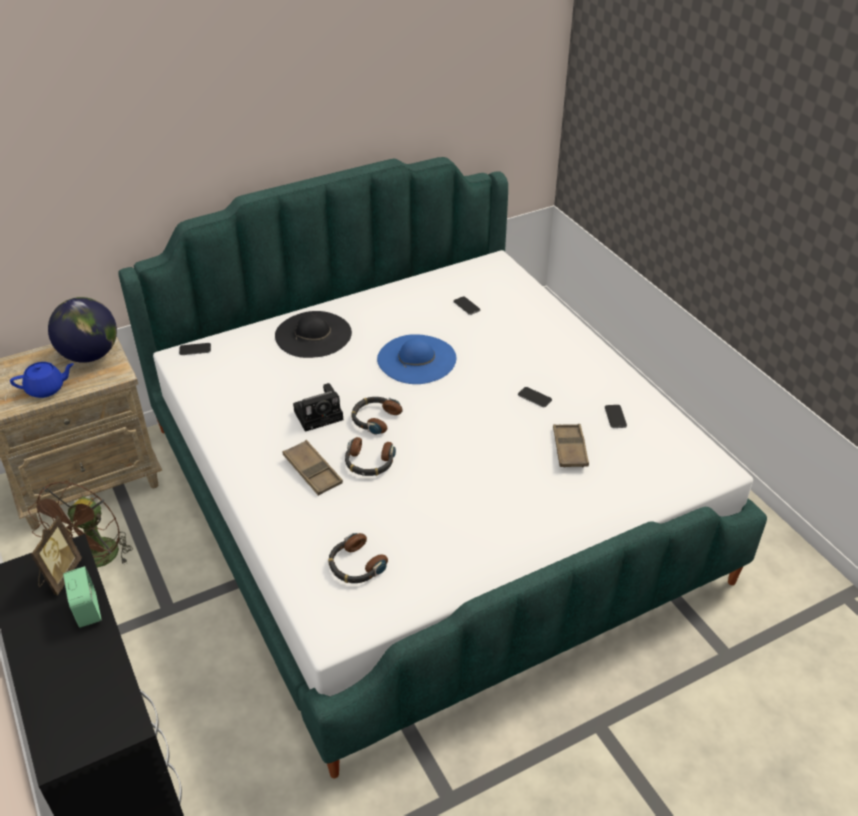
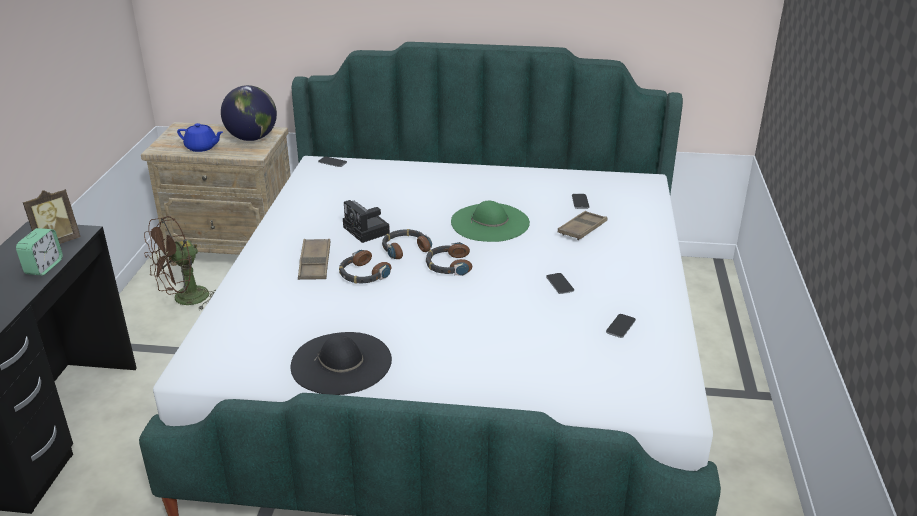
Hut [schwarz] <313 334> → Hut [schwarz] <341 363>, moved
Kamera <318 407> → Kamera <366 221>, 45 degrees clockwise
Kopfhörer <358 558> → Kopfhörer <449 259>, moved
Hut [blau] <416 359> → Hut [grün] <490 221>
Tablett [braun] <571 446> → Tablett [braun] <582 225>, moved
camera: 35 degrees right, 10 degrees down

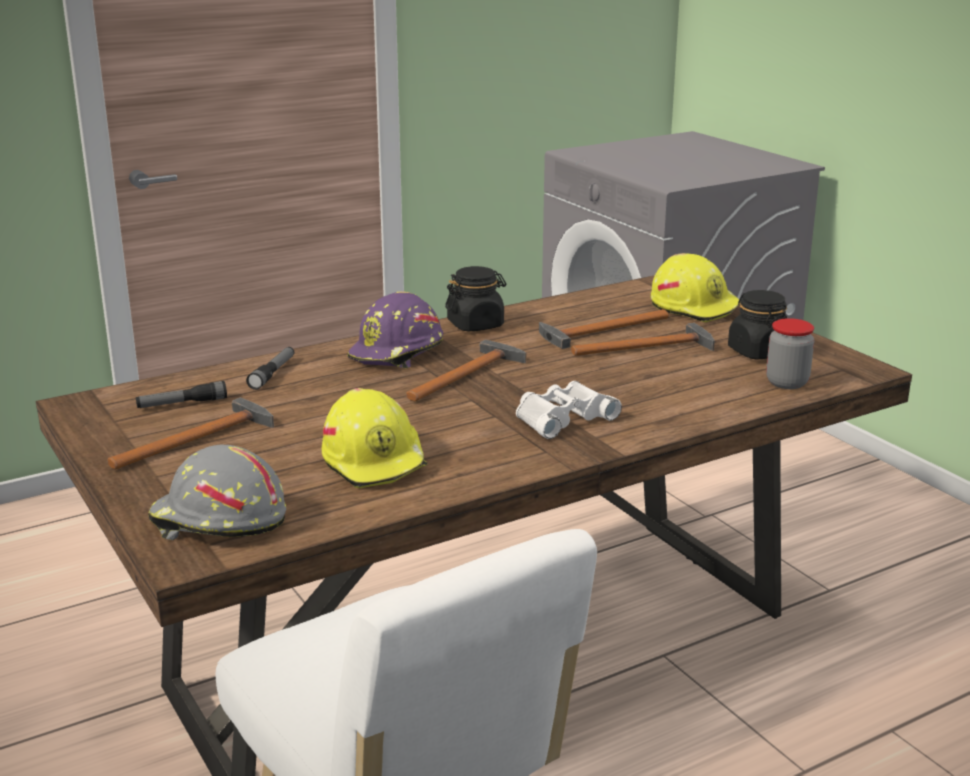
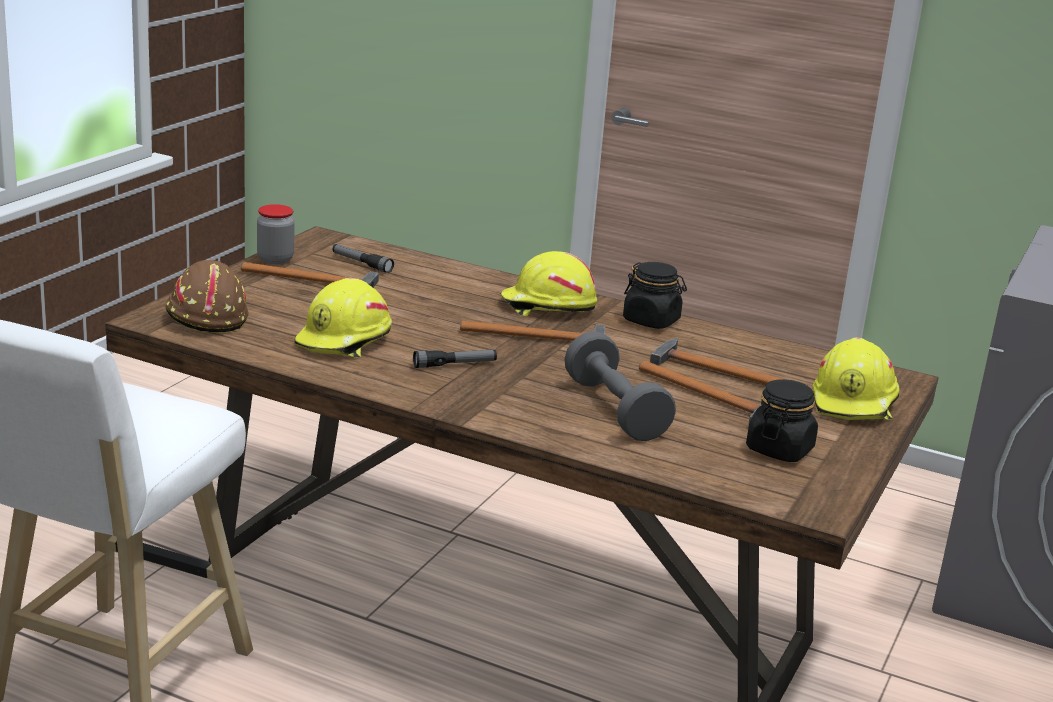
Schutzhelm [grau] <217 492> → Schutzhelm [braun] <207 296>
Taschenlampe <270 368> → Taschenlampe <455 359>, moved
Schutzhelm [lila] <395 330> → Schutzhelm [gelb] <548 283>
Fernglas [weiß] <569 410> → -
Vorratsglas <790 353> → Vorratsglas <276 234>, moved
- → Hantel [grau] <620 386>
camera: 55 degrees right, 0 degrees up

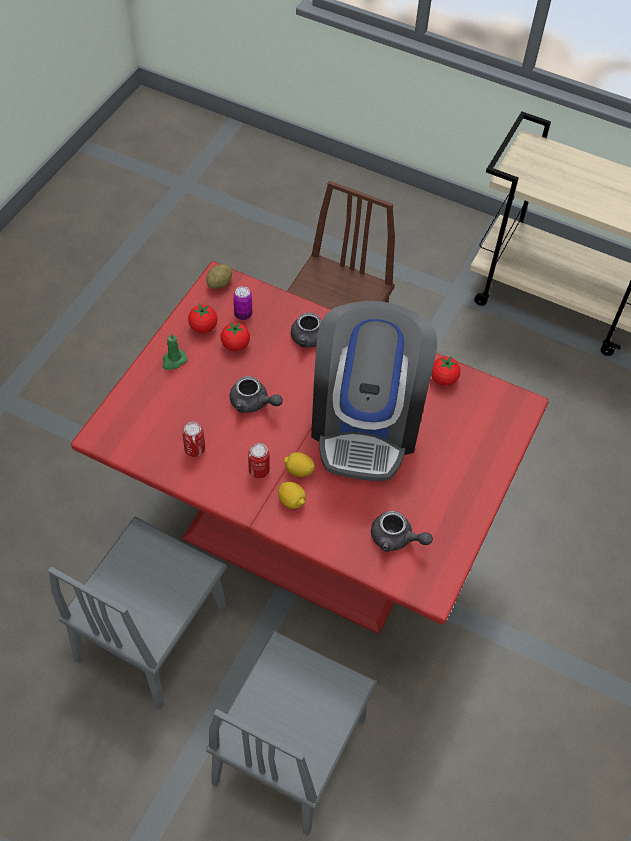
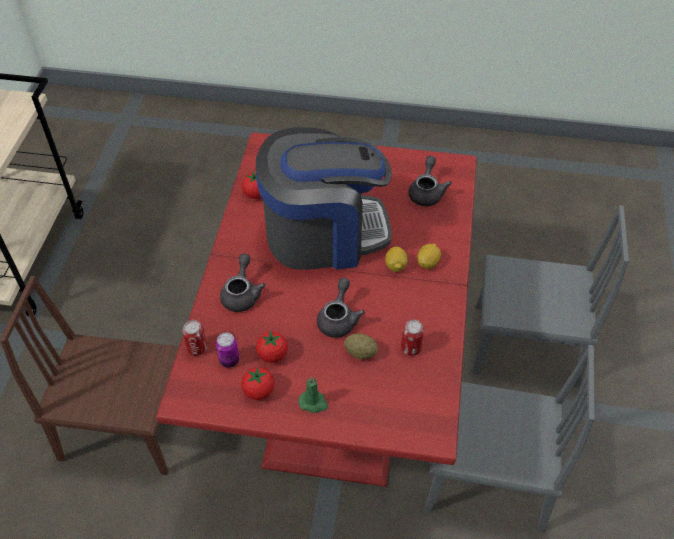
Kartoffel <219 276> → Kartoffel <361 346>, moved
Dose <259 460> → Dose <195 338>, moved
camera: 105 degrees left, 5 degrees down

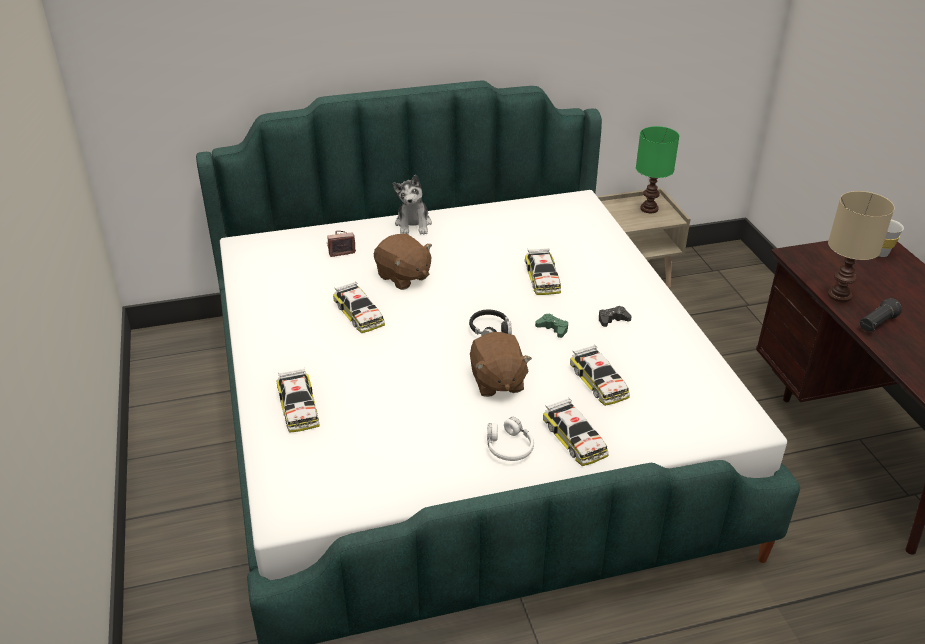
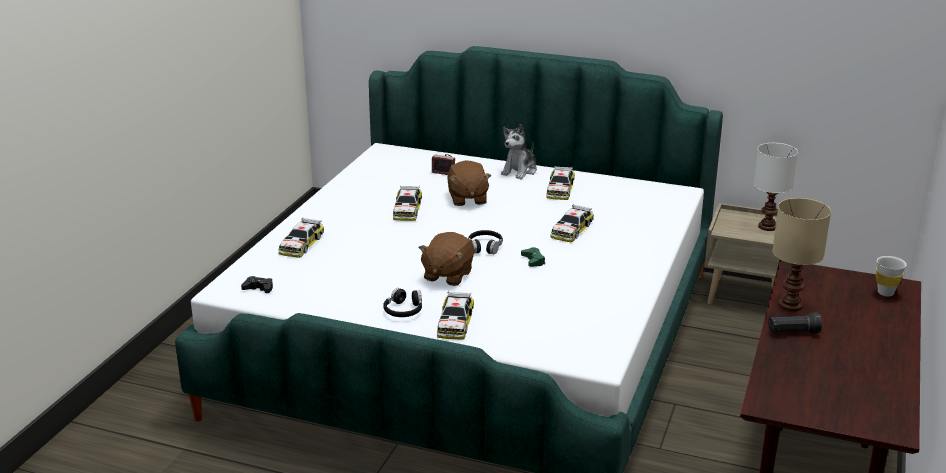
Kopfhörer [weiß] <510 439> → Kopfhörer [schwarz] <402 302>
Spielzeugauto <600 375> → Spielzeugauto <560 183>, moved
Gamepad [schwarz] <615 316> → Gamepad [schwarz] <257 284>, moved
Tischlampe [grün] <658 169> → Tischlampe [weiß] <775 187>
camera: 35 degrees right, 10 degrees down

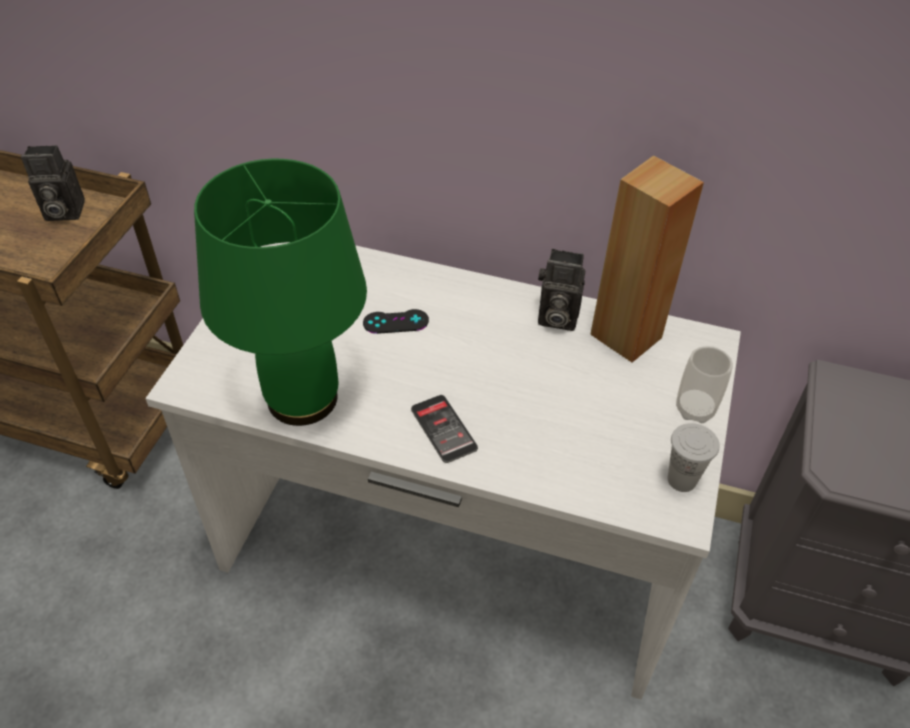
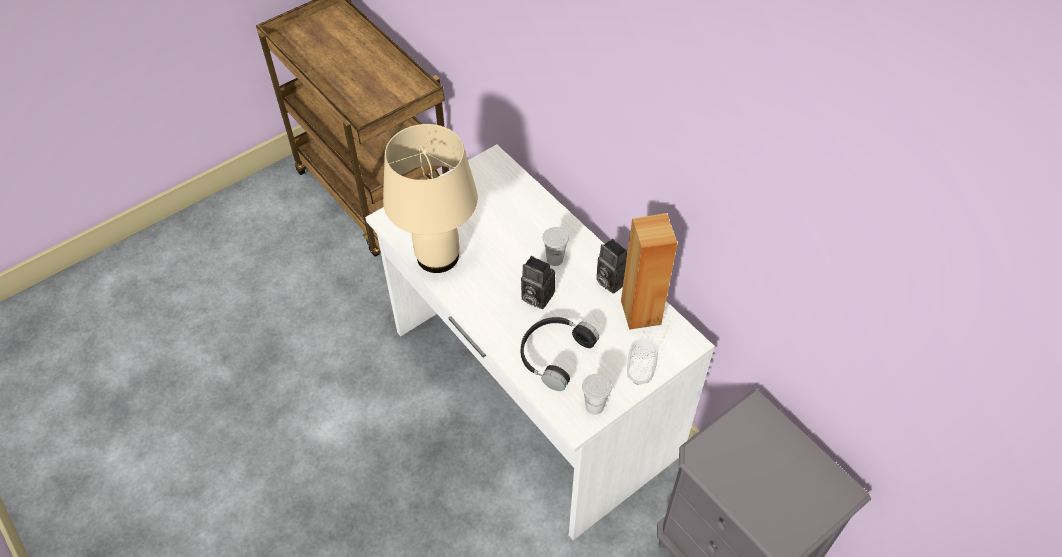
Kamera <53 183> → Kamera <538 282>, moved
Tischlampe [grün] <280 292> → Tischlampe [beige] <430 198>
Gamepad [schwarz] <396 321> → -
Handy <444 429> → -
- → Kopfhörer [schwarz] <560 354>
- → Tasse [weiß] <556 246>
camera: 35 degrees right, 5 degrees up

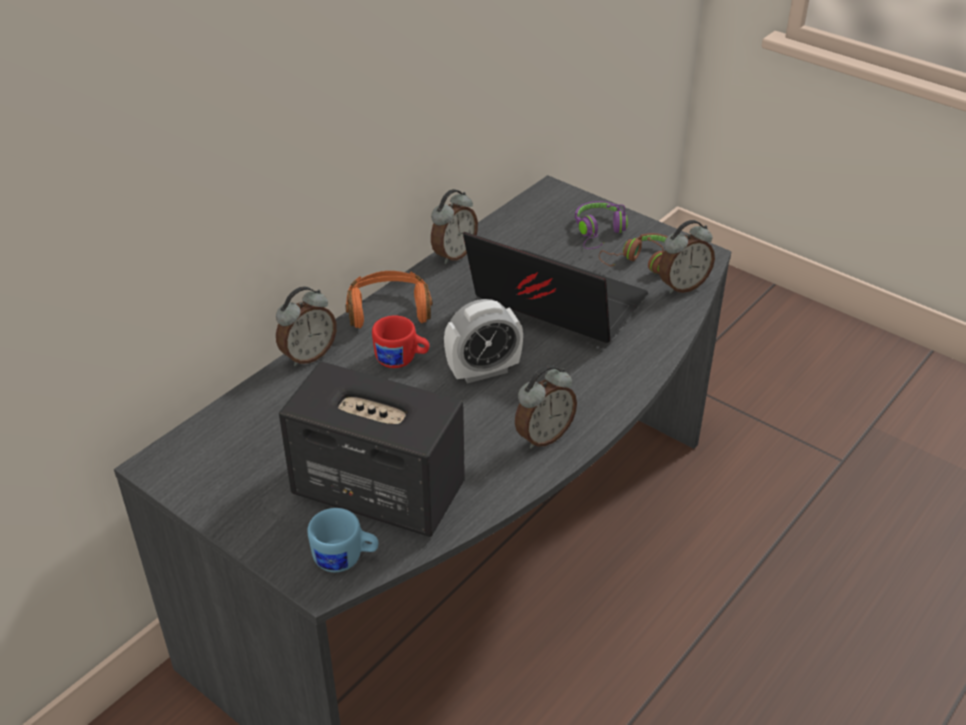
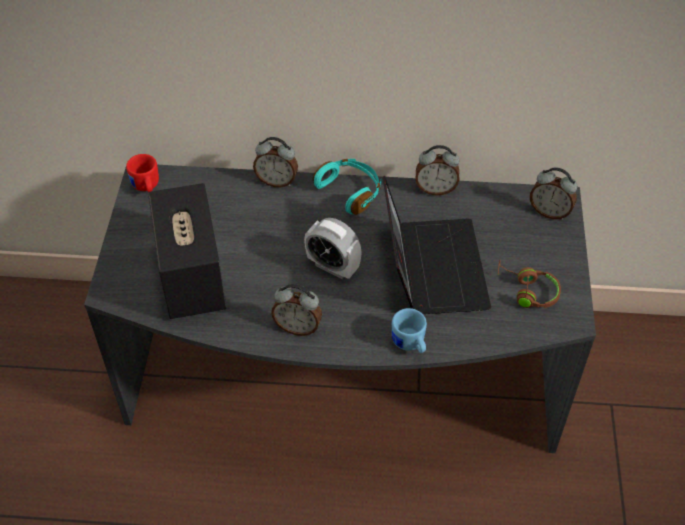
Henkelbecher [blau] <342 540> → Henkelbecher [blau] <409 330>, moved
Kopfhörer [orange] <389 300> → Kopfhörer [türkis] <347 187>
Henkelbecher [rot] <400 342> → Henkelbecher [rot] <142 173>, moved
Kopfhörer [lila] <601 225> → -
Wecker <687 257> → Wecker <554 193>, moved
camera: 55 degrees right, 10 degrees up

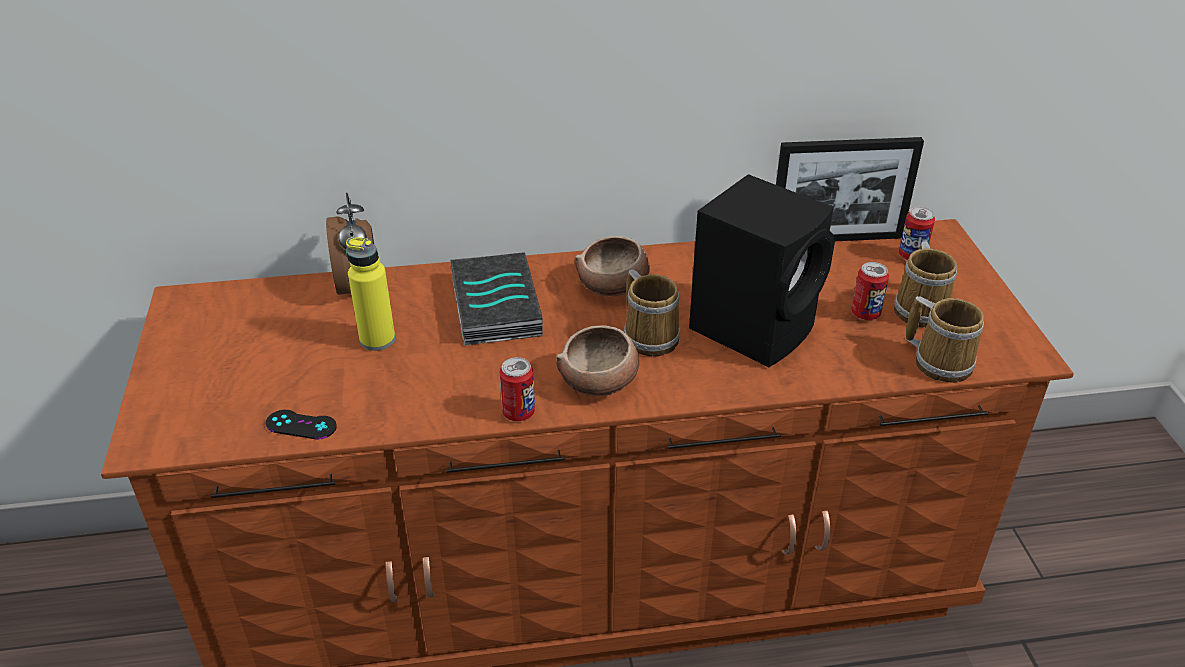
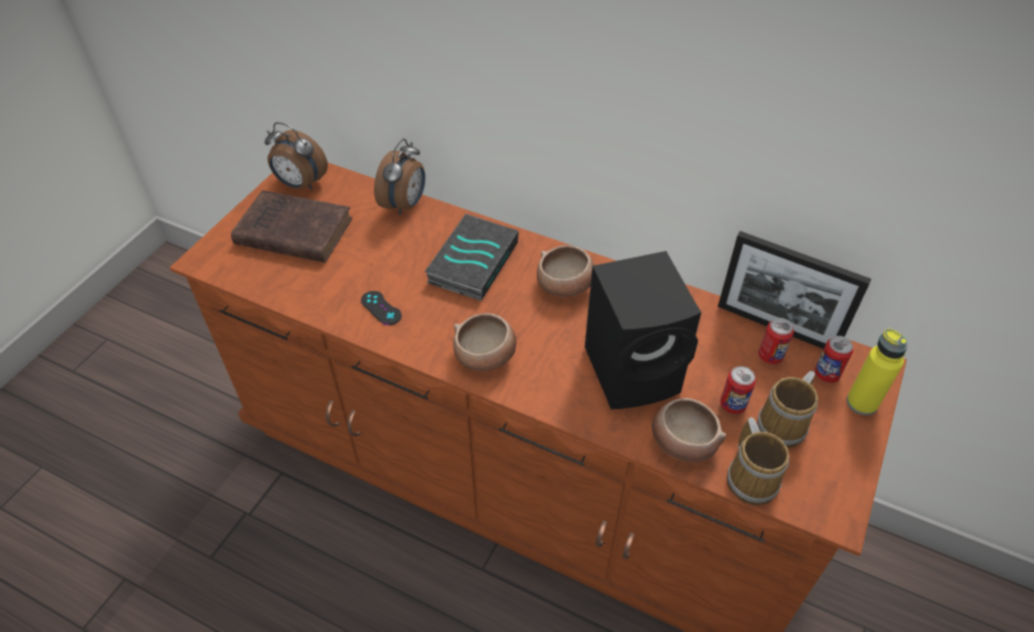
Gamepad [schwarz] <301 425> → Gamepad [schwarz] <381 308>, moved
Flasche [gelb] <370 294> → Flasche [gelb] <877 371>, moved
Dose <517 389> → Dose <776 341>, moved
Henkelbecher <652 312> → -
- → Buch [braun] <291 226>
- → Wecker <296 156>
- → Schüssel <689 430>
camera: 35 degrees right, 10 degrees up

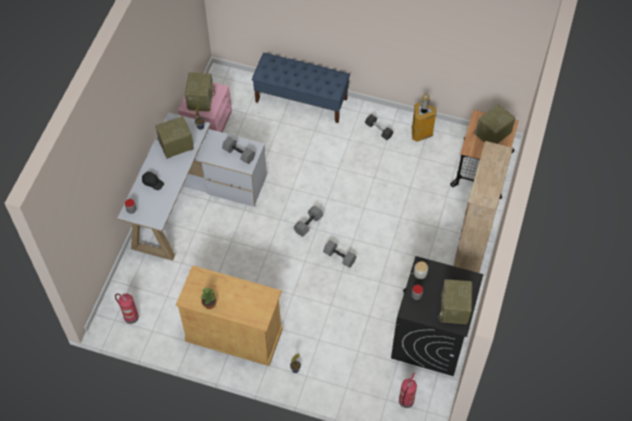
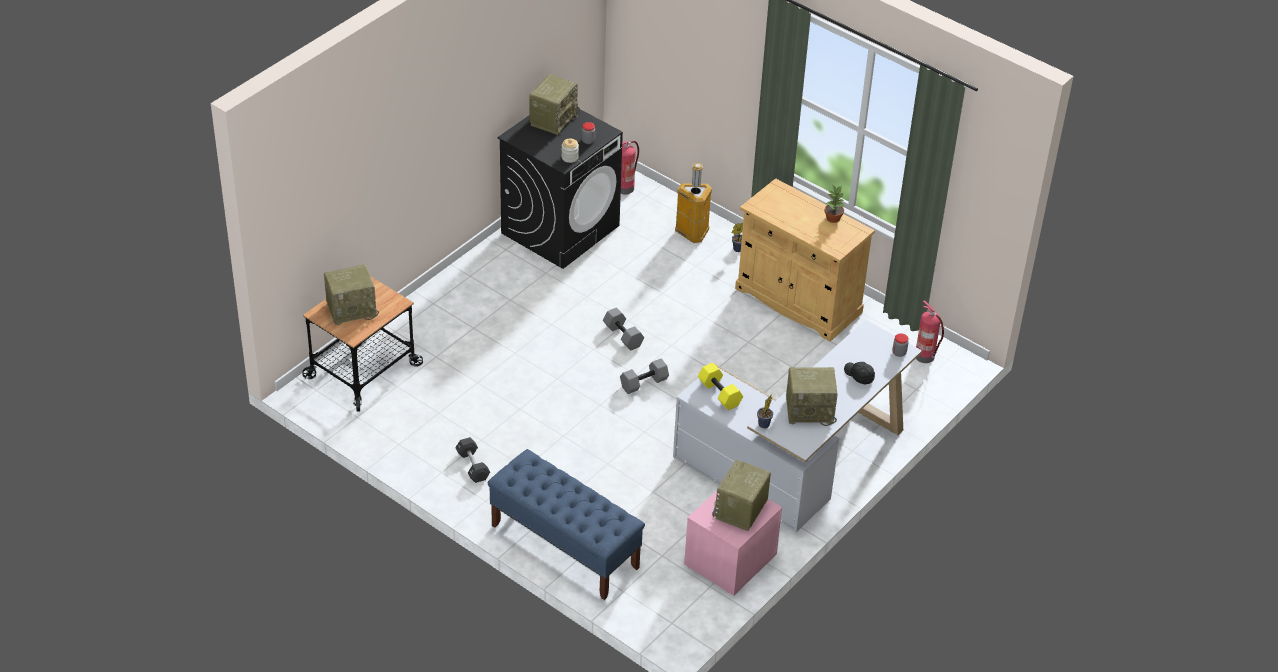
Hantel [grau] <238 150> → Hantel [gelb] <720 386>
Mülleimer <424 118> → Mülleimer <693 203>, moved
Bücherregal [beige] <483 207> → -
camera: 160 degrees left, 15 degrees down

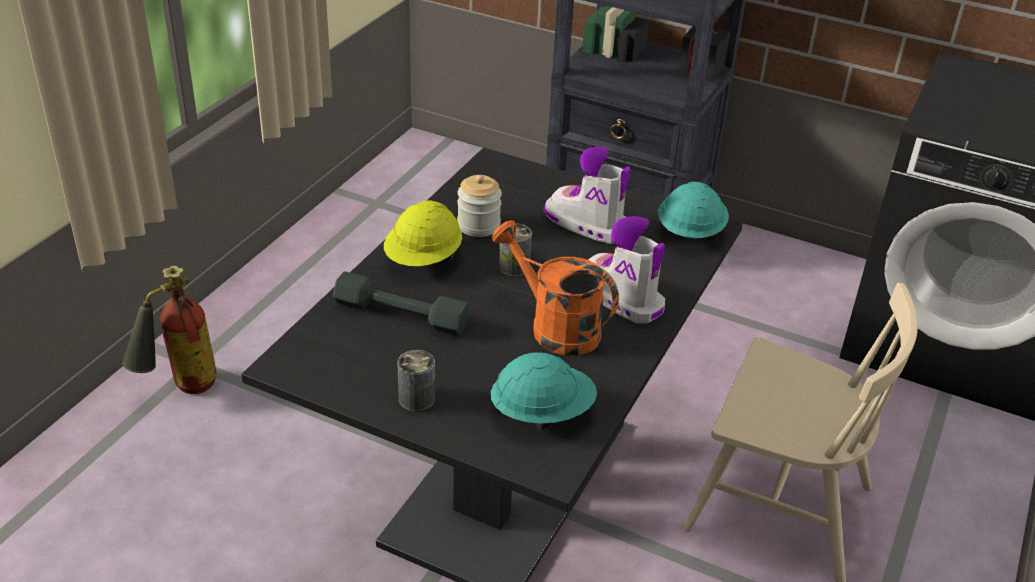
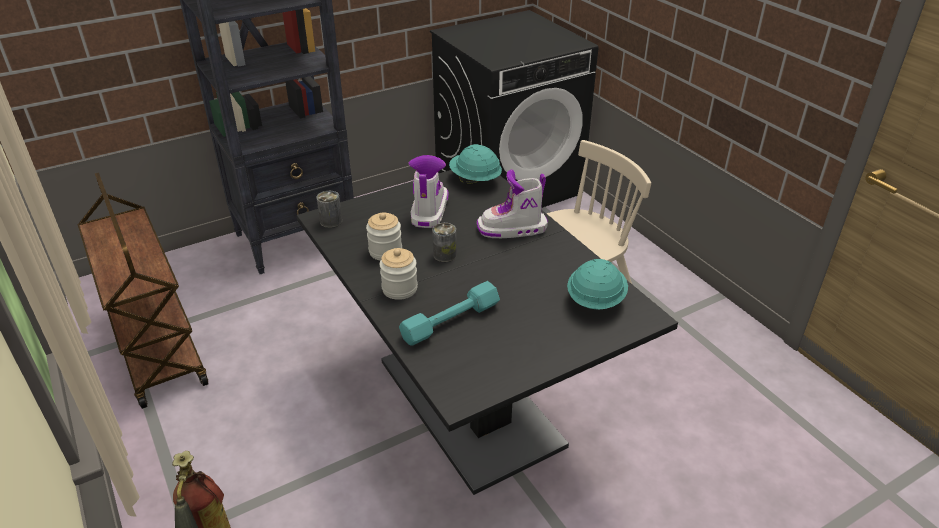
Hantel [grau] <401 303> → Hantel [türkis] <449 313>
Schutzhelm [gelb] <423 233> → Vorratsglas <399 274>
Dose <416 380> → Dose <329 209>, moved
Gießkanne [orange] <555 288> → -
Stiefel <587 195> → Stiefel <428 191>, 120 degrees clockwise
- → Rollwagen [braun] <142 290>
camera: 55 degrees left, 0 degrees up

